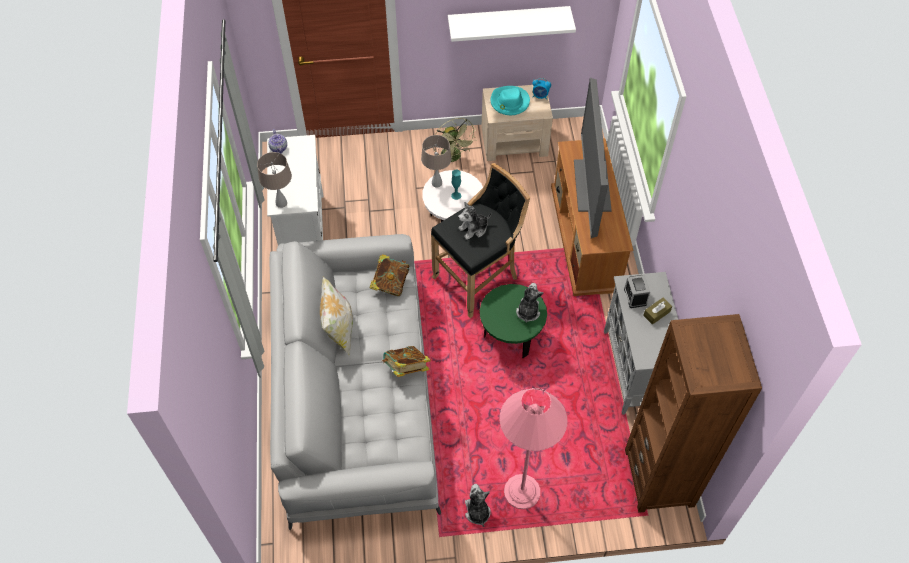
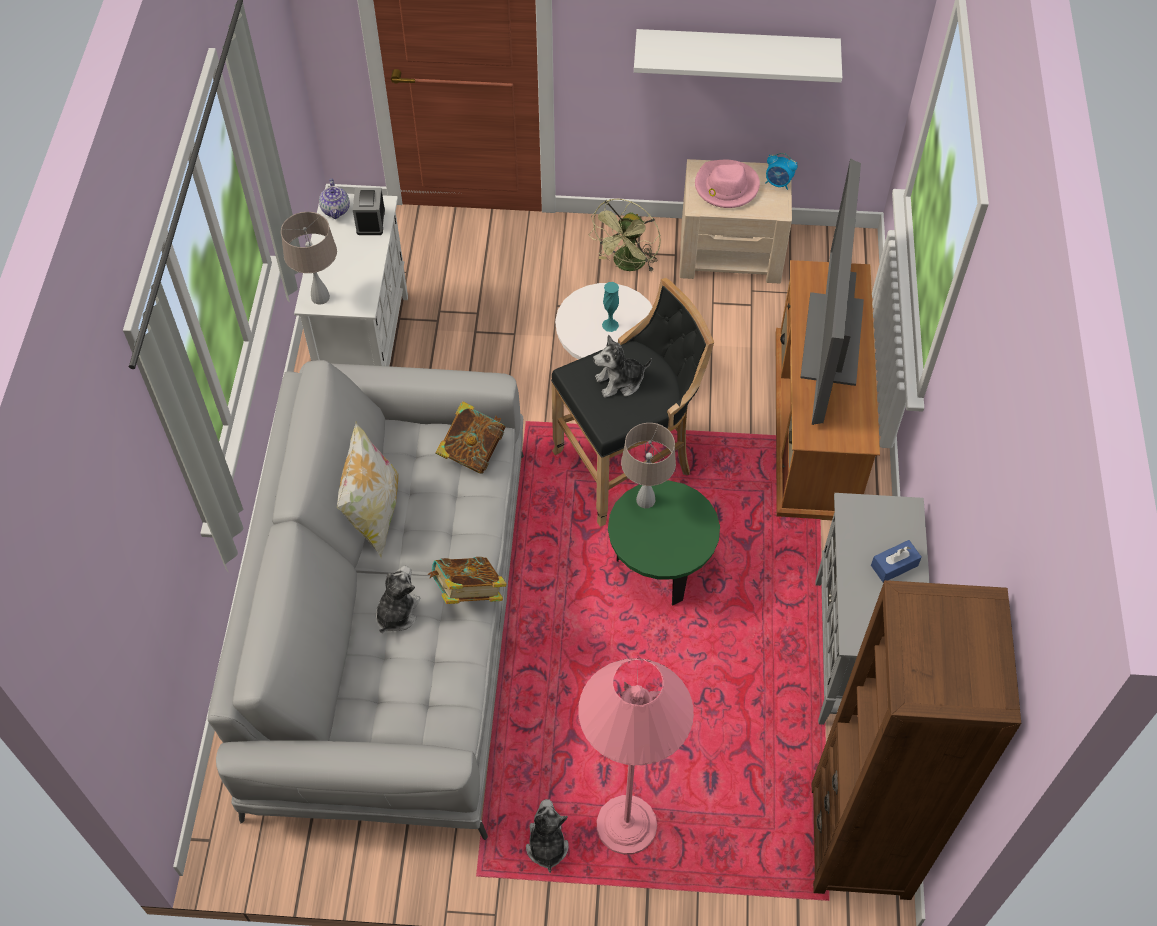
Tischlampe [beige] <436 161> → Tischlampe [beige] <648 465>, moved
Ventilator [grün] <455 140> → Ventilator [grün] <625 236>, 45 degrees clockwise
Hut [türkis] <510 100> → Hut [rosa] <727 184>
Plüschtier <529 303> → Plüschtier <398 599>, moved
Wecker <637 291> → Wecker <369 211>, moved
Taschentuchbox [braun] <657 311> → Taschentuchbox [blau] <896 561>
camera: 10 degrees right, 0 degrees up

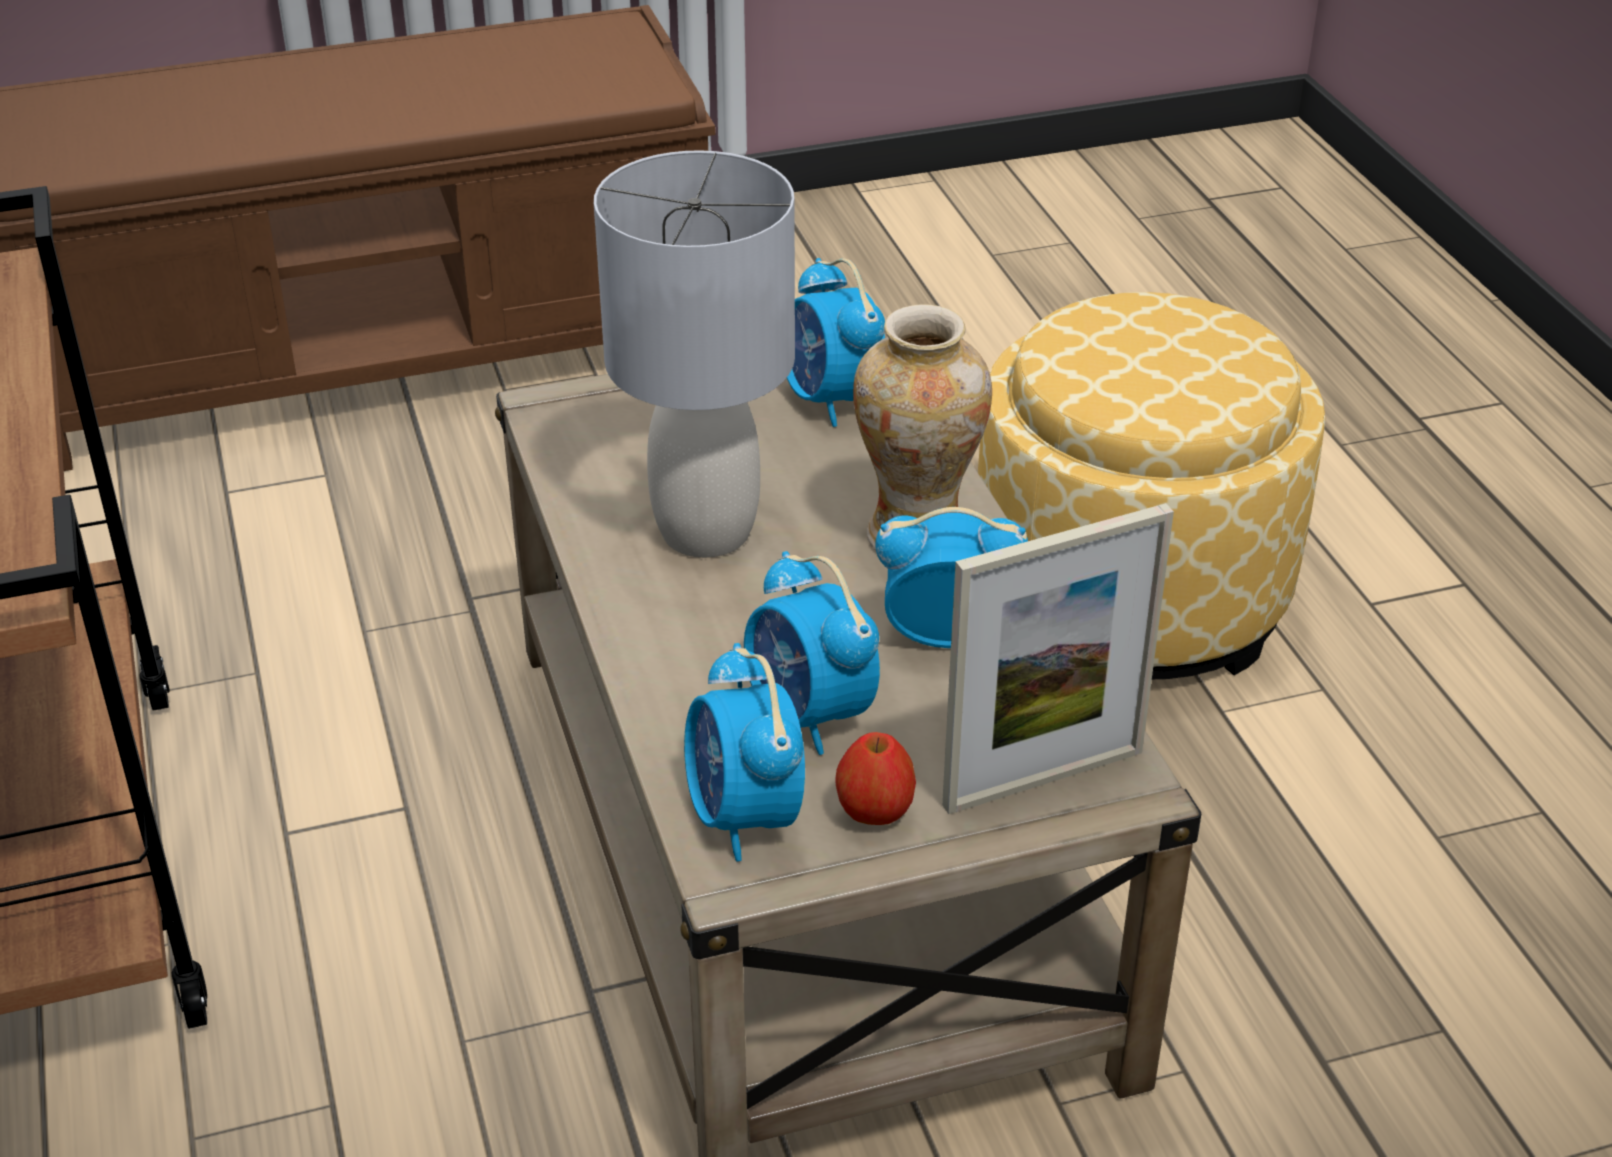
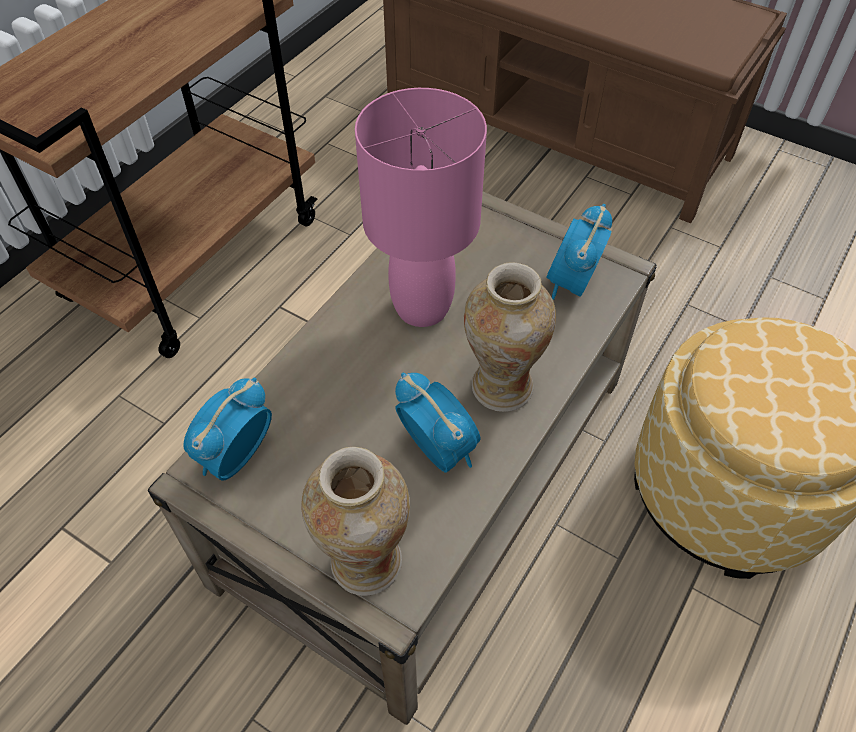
Tischlampe [grau] <694 354> → Tischlampe [rosa] <421 207>
Wecker <812 653> → -
Apfel <876 778> → -
Bilderrahmen <1058 658> → Vase <355 521>
camera: 50 degrees right, 15 degrees up

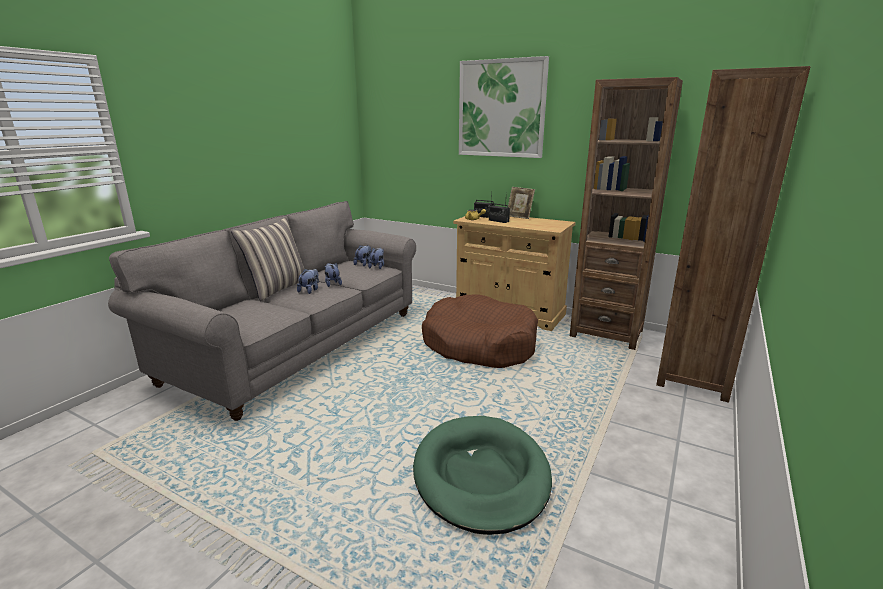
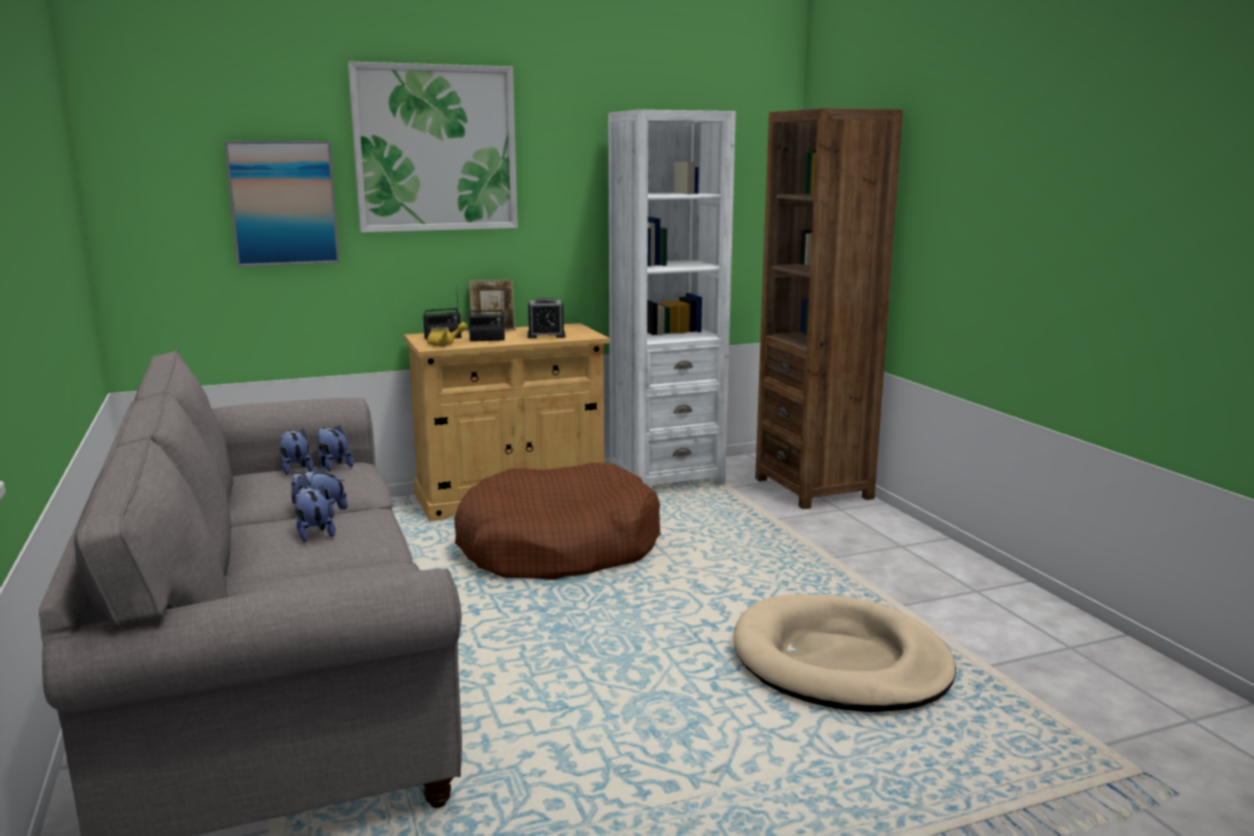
Kissen <267 259> → -
Hundebett [grün] <482 475> → Hundebett [beige] <845 653>
Bücherregal [braun] <626 213> → Bücherregal [weiß] <672 298>
- → Bild <282 204>
- → Wecker <546 318>
camera: 50 degrees left, 5 degrees down

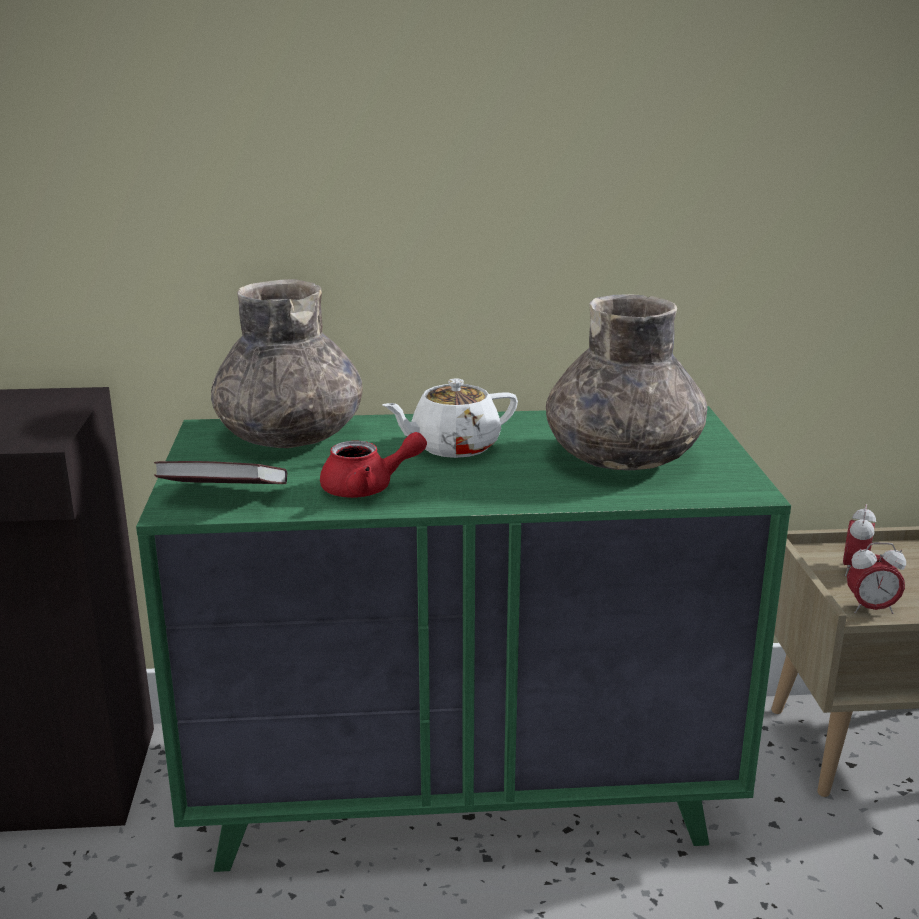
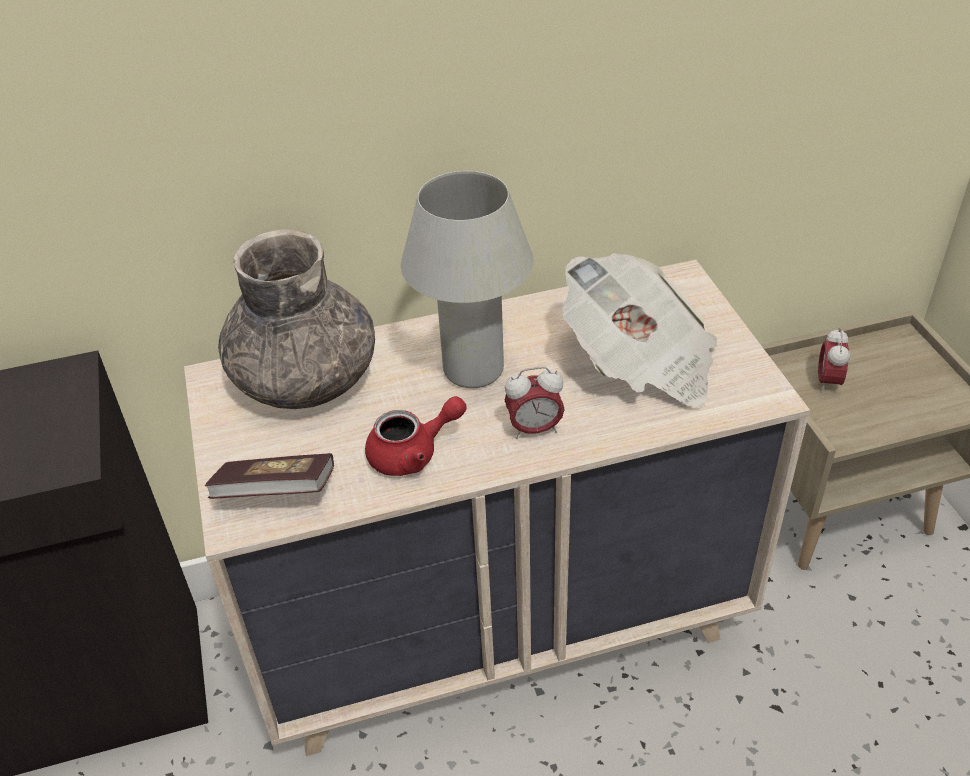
Kommode [grün] <463 639> → Kommode [beige] <497 508>
Teekanne [weiß] <450 418> → Tischlampe [weiß] <467 279>
Vase [grau] <626 382> → Zeitung <639 330>
Wecker <876 578> → Wecker <535 402>, moved
camera: 10 degrees left, 20 degrees up

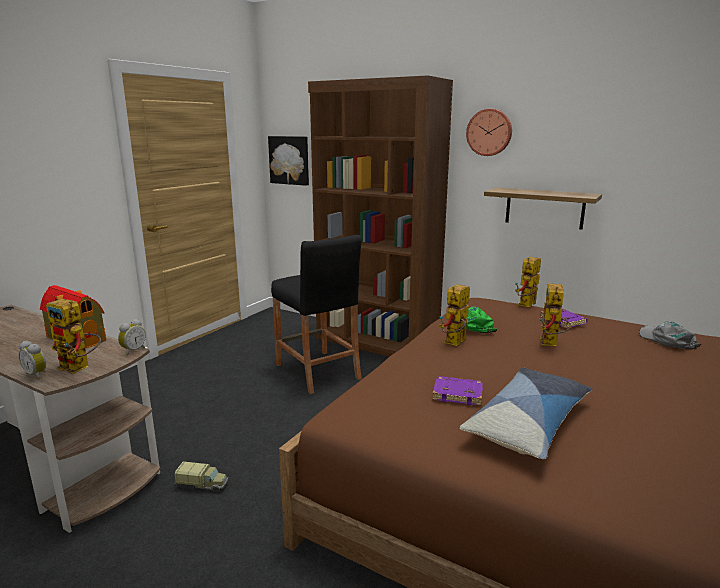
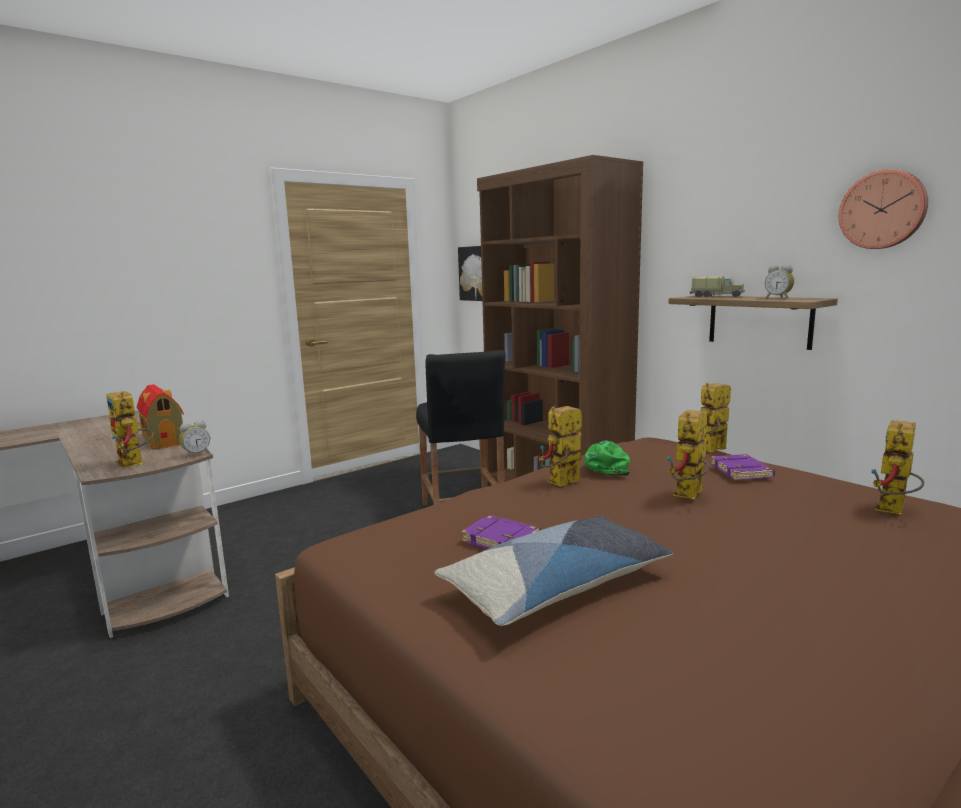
Wecker <32 360> → Wecker <779 281>, moved
Spielzeuglaster <201 477> → Spielzeuglaster <717 286>, moved
Wanduhr <489 132> → Wanduhr <883 209>, moved
Kappe [grau] <670 335> → Spielzeugroboter <897 467>
camera: 20 degrees right, 5 degrees down

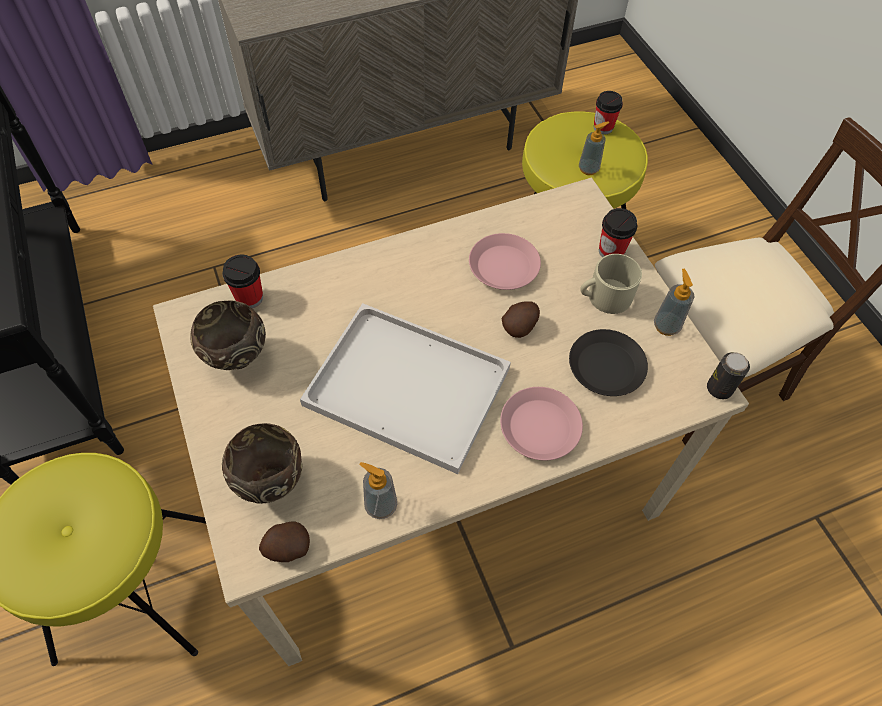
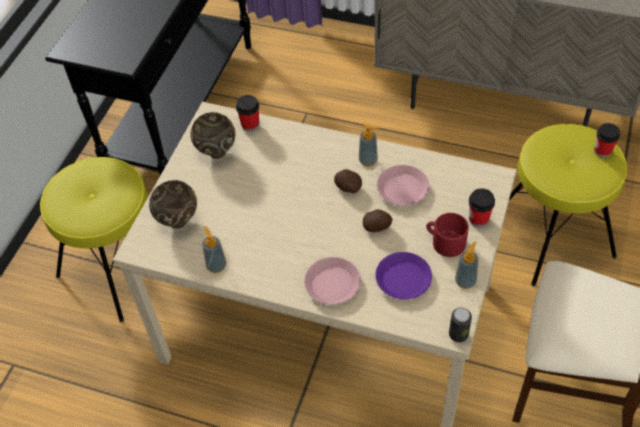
Kartoffel <284 542> → Kartoffel <348 181>, moved
Tablett [weiß] <405 388> → -
Teller [schwarz] <608 362> → Teller [lila] <403 275>
Seifenspender <594 148> → Seifenspender <369 146>, moved
Henkelbecher [beige] <611 284> → Henkelbecher [rot] <447 235>
camera: 45 degrees right, 5 degrees down

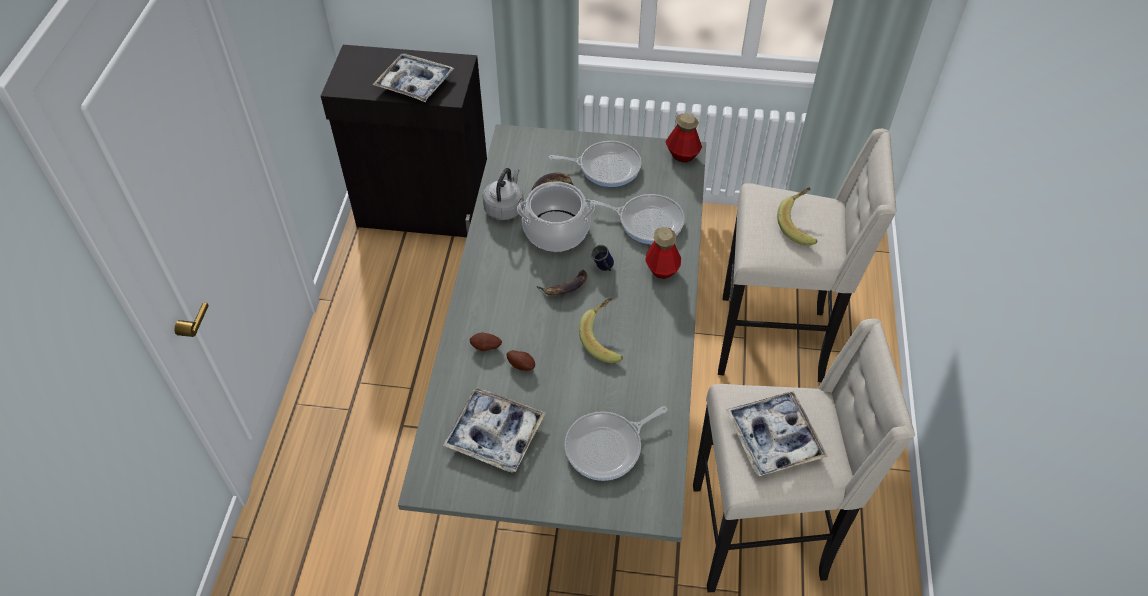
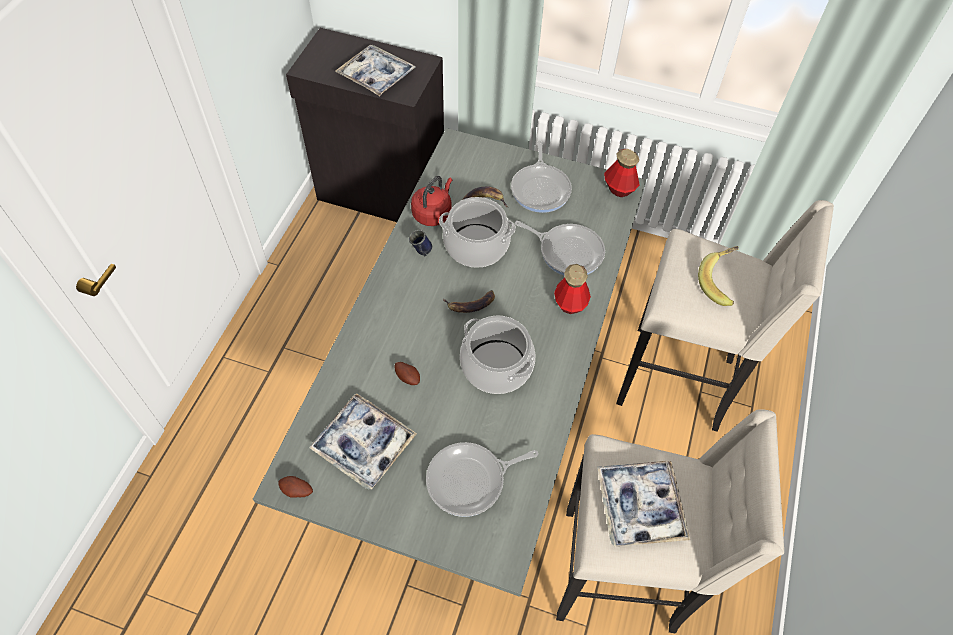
Kartoffel <485 342> → Kartoffel <295 487>, moved
Wasserkessel [grau] <503 194> → Wasserkessel [rot] <431 201>
Pfanne <595 164> → Pfanne <541 177>, 75 degrees clockwise
Banane <601 330> → Kochtopf <497 354>
Henkelbecher [blau] <602 258> → Henkelbecher [blau] <420 242>, moved
camera: 10 degrees right, 5 degrees up

